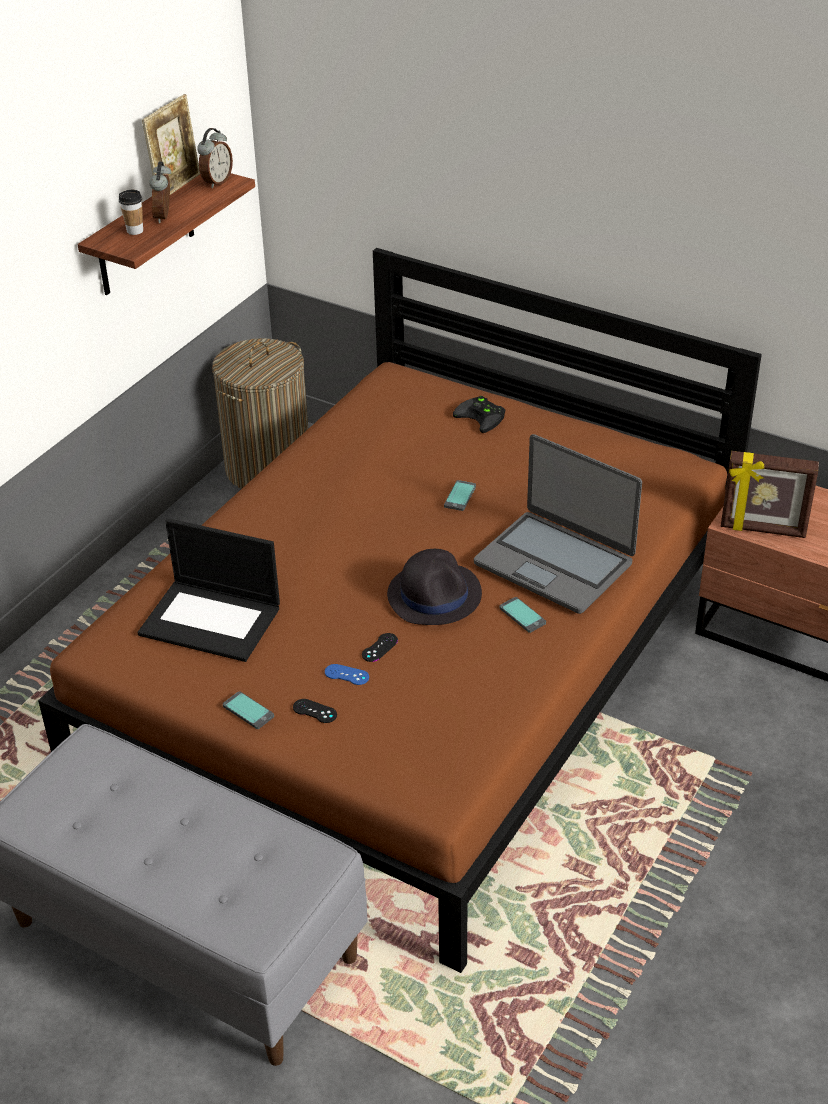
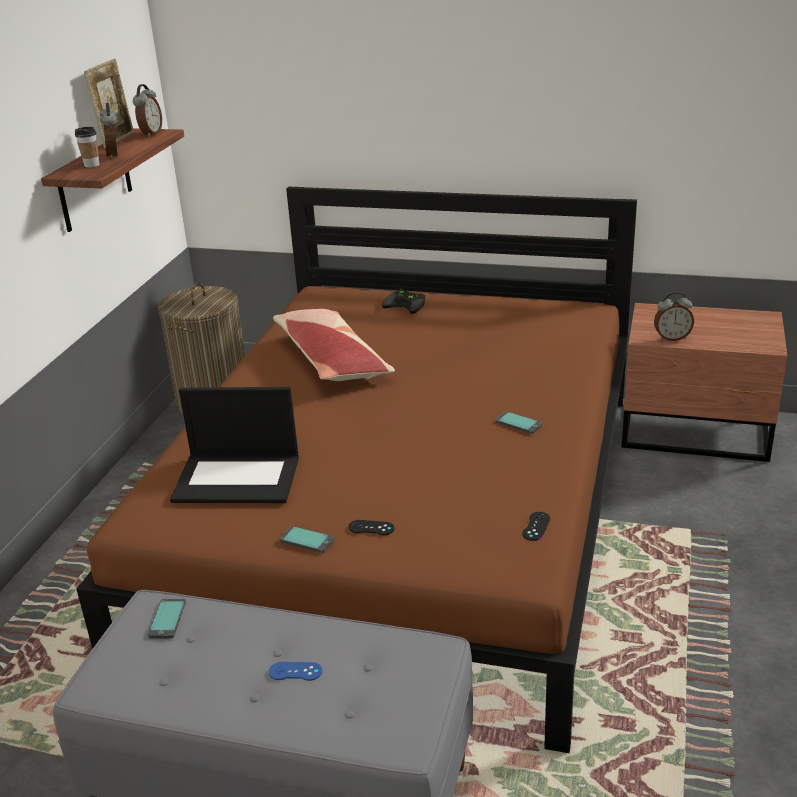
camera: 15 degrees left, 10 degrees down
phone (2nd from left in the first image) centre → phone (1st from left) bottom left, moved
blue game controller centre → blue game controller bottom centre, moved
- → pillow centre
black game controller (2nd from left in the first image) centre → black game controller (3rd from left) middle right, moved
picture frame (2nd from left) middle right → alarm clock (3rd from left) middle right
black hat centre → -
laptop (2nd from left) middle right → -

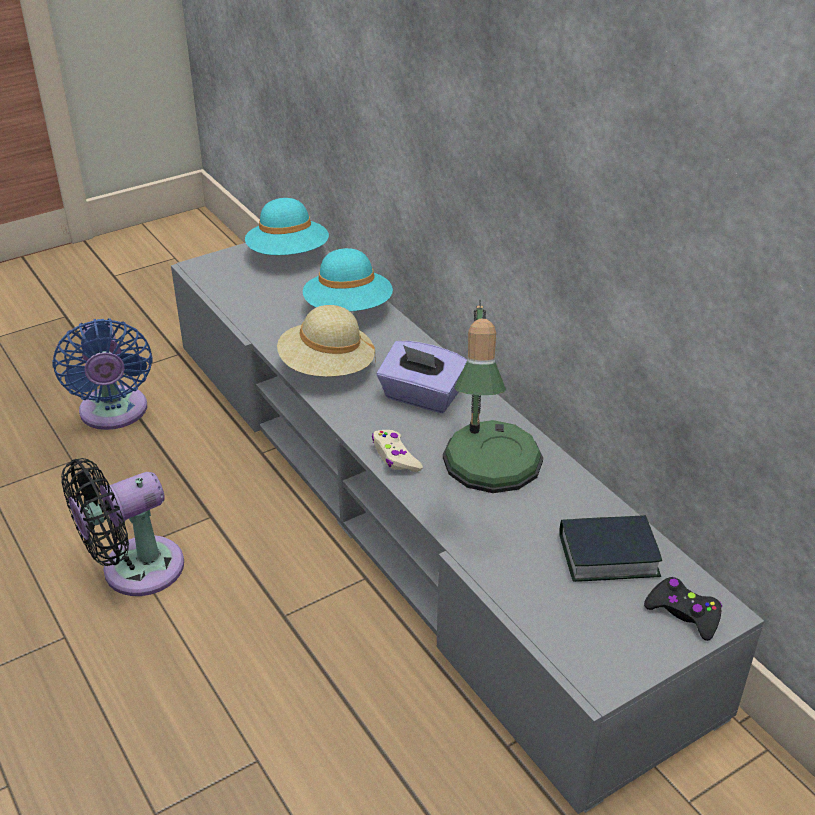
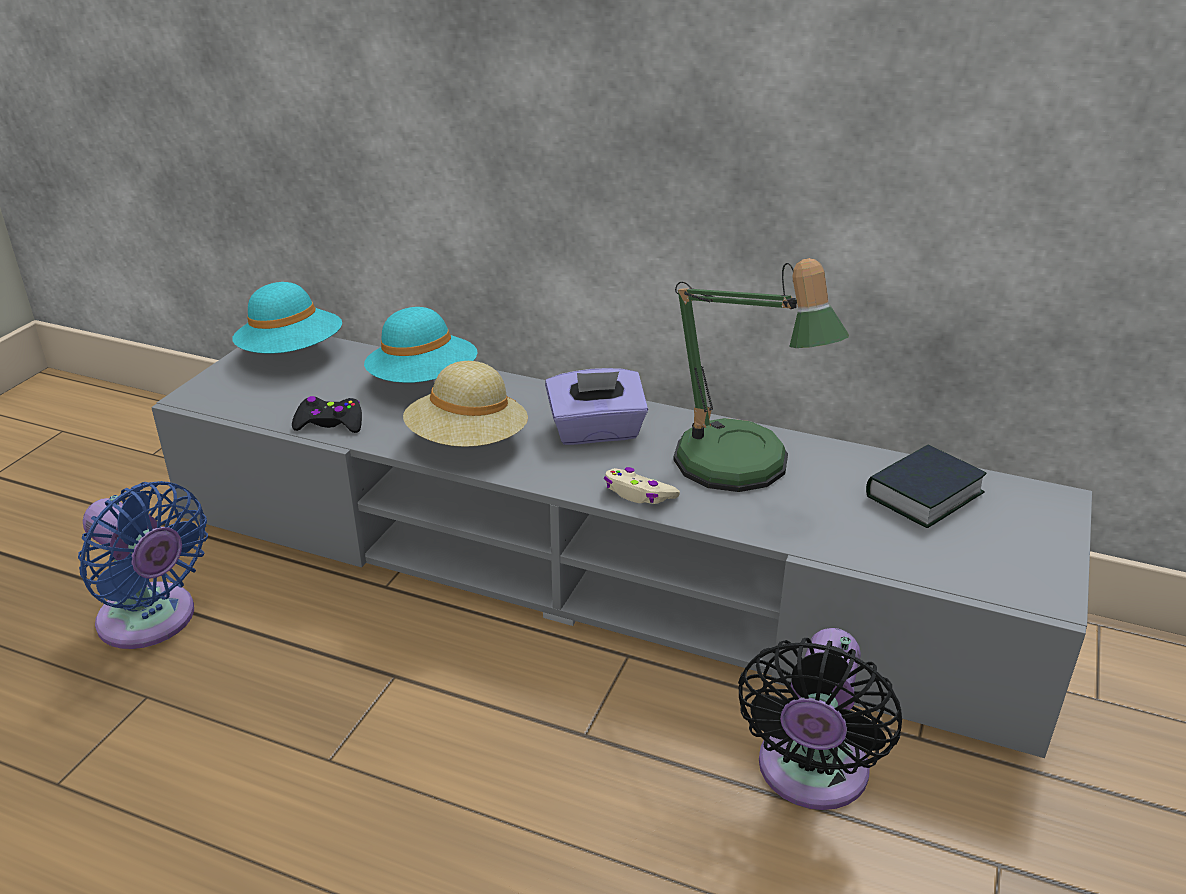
camera: 35 degrees left, 5 degrees down
black game controller bottom right → black game controller middle left, moved
black fan middle left → black fan bottom right, moved

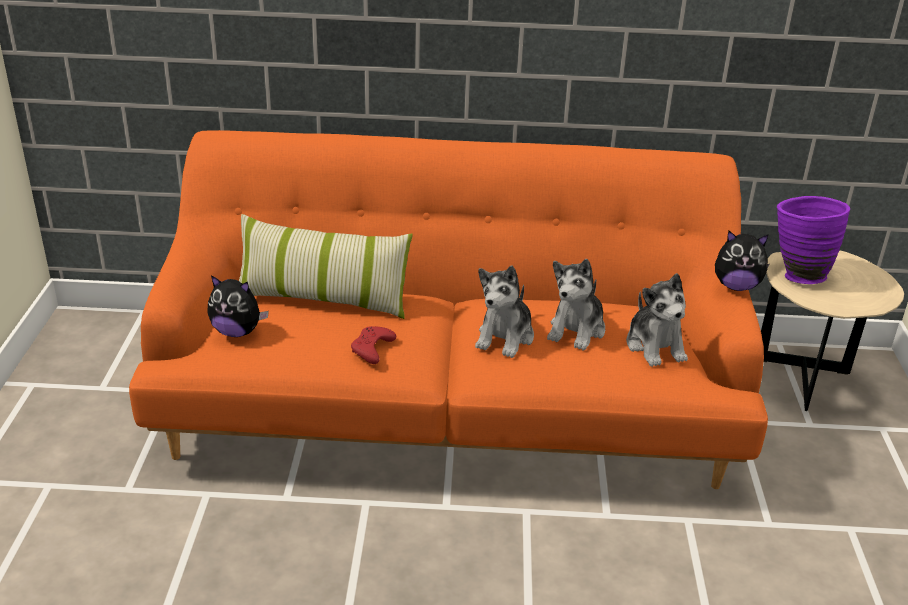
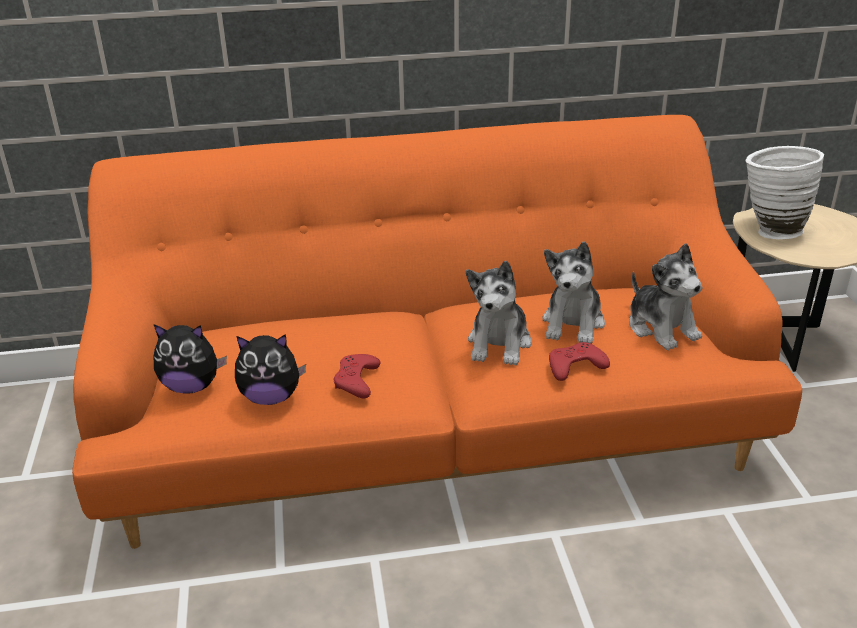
camera: 10 degrees left, 0 degrees up
plush toy (5th from left in the first image) middle right → plush toy (2nd from left) middle left, moved
- → red game controller (2nd from left) middle right
purple vase middle right → white vase top right
pillow centre → -

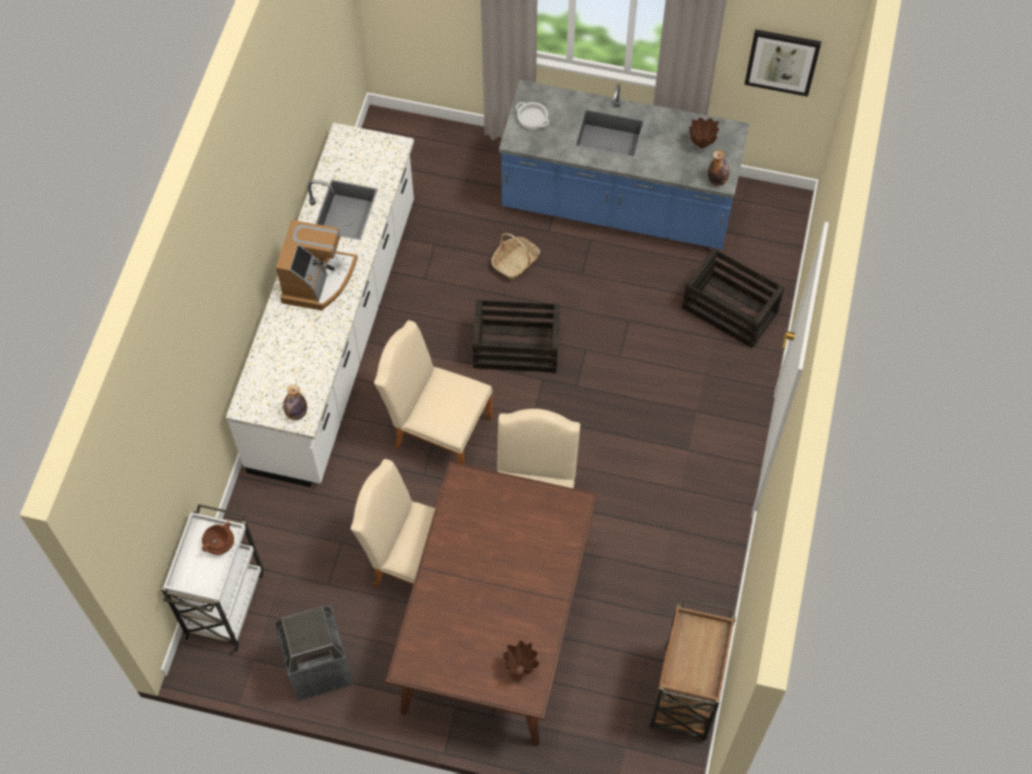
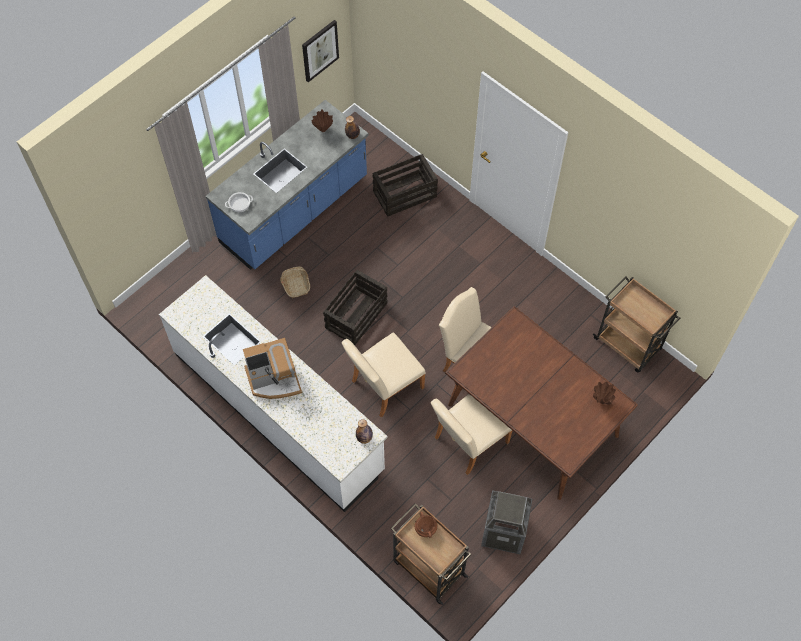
camera: 60 degrees left, 0 degrees up
coffee machine middle left → coffee machine centre, 120 degrees clockwise
white cart bottom left → brown cart (1st from left) bottom centre

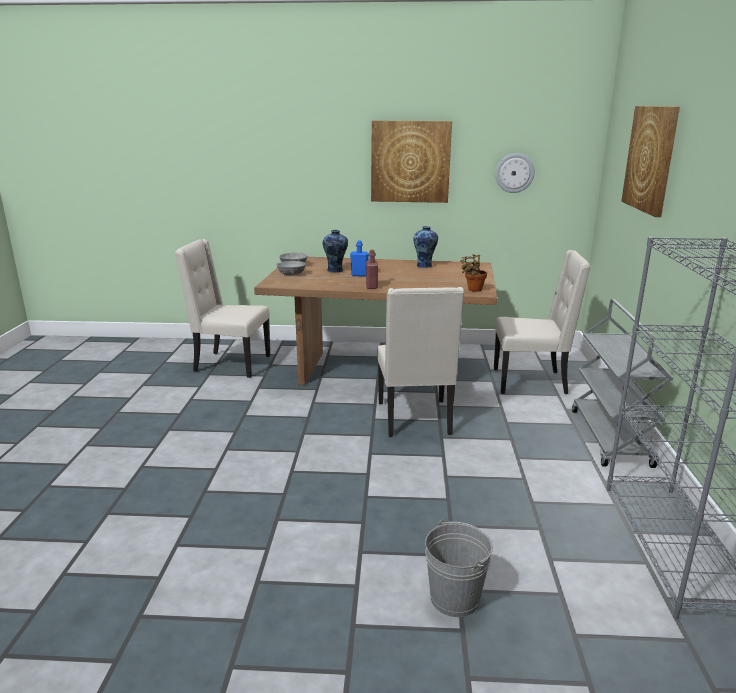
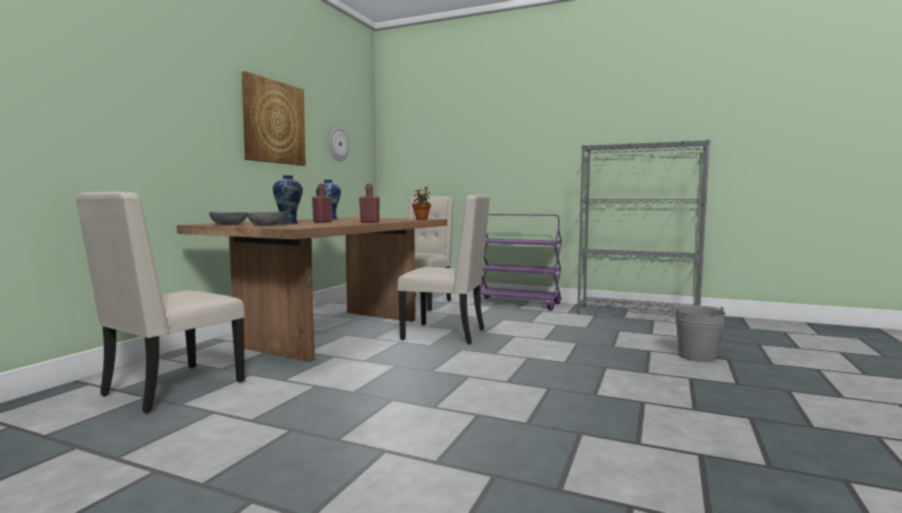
camera: 70 degrees left, 15 degrees down
blue bottle centre → red bottle (1st from left) centre
grey cart middle right → purple cart centre
picture (2nd from left) top right → -

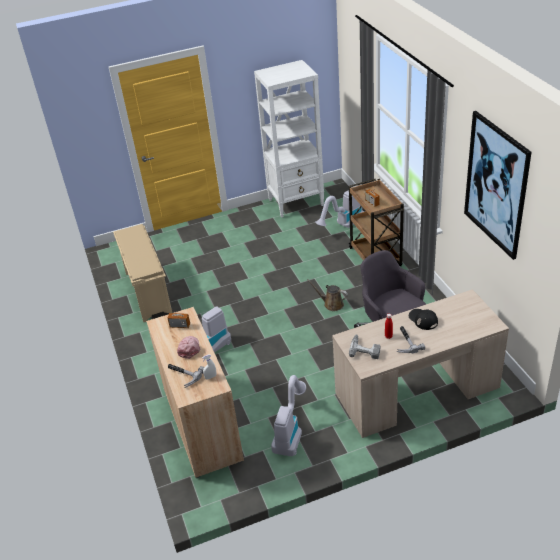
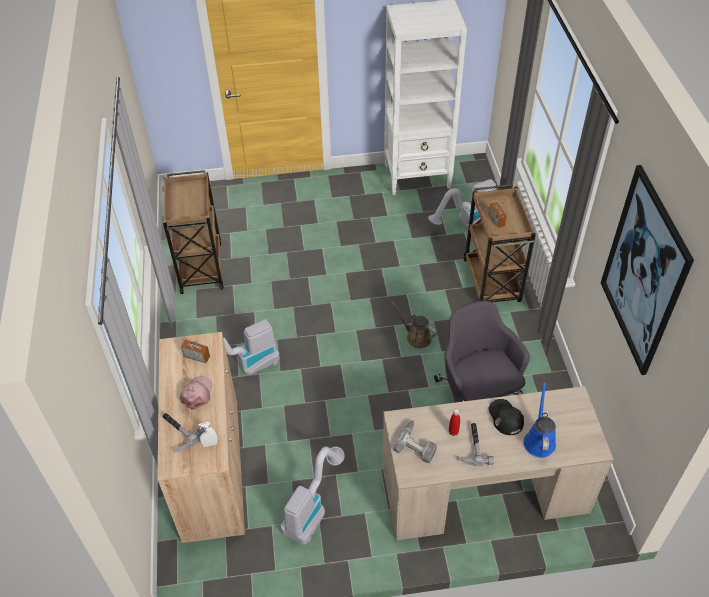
camera: 10 degrees right, 10 degrees up
beige shoe rack middle left → brown cart (1st from left) middle left
- → blue watering can bottom right

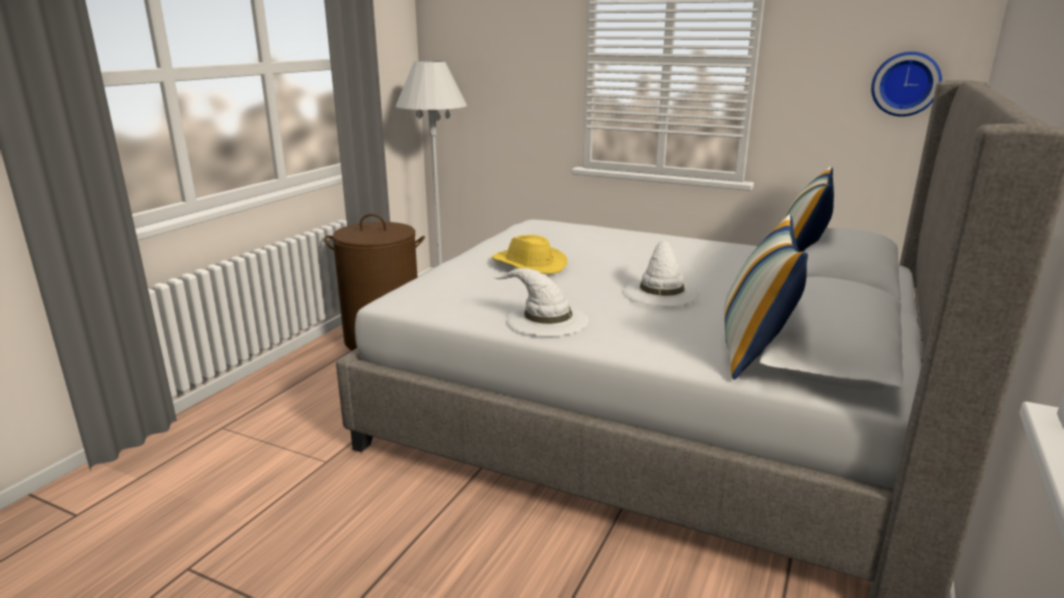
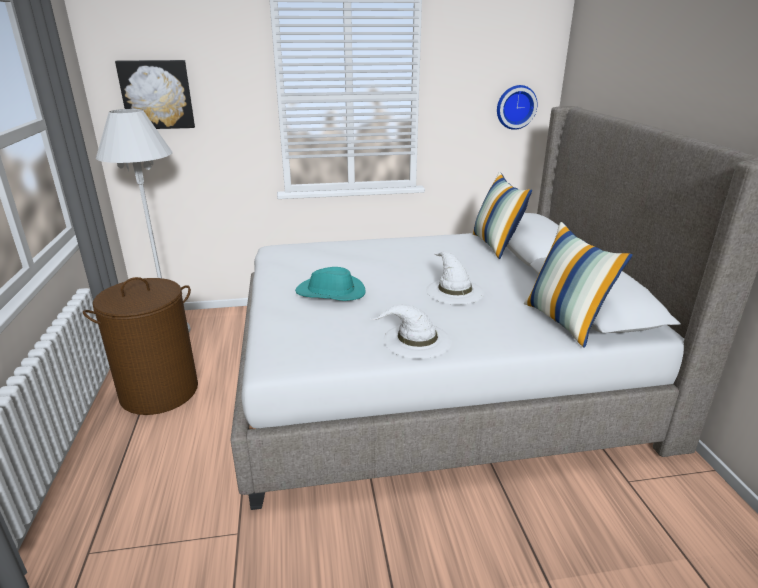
camera: 35 degrees left, 5 degrees up
- → picture top left
yellow hat centre → turquoise hat centre

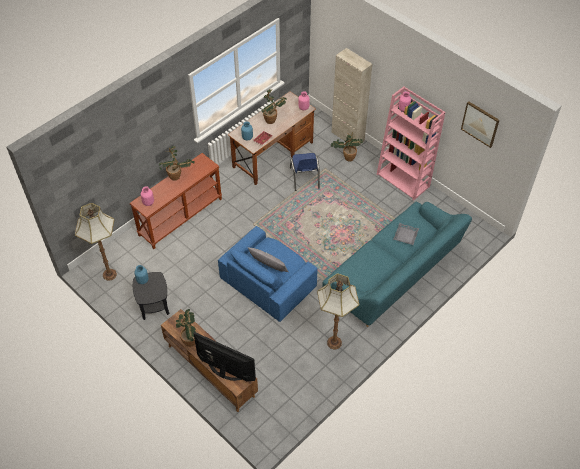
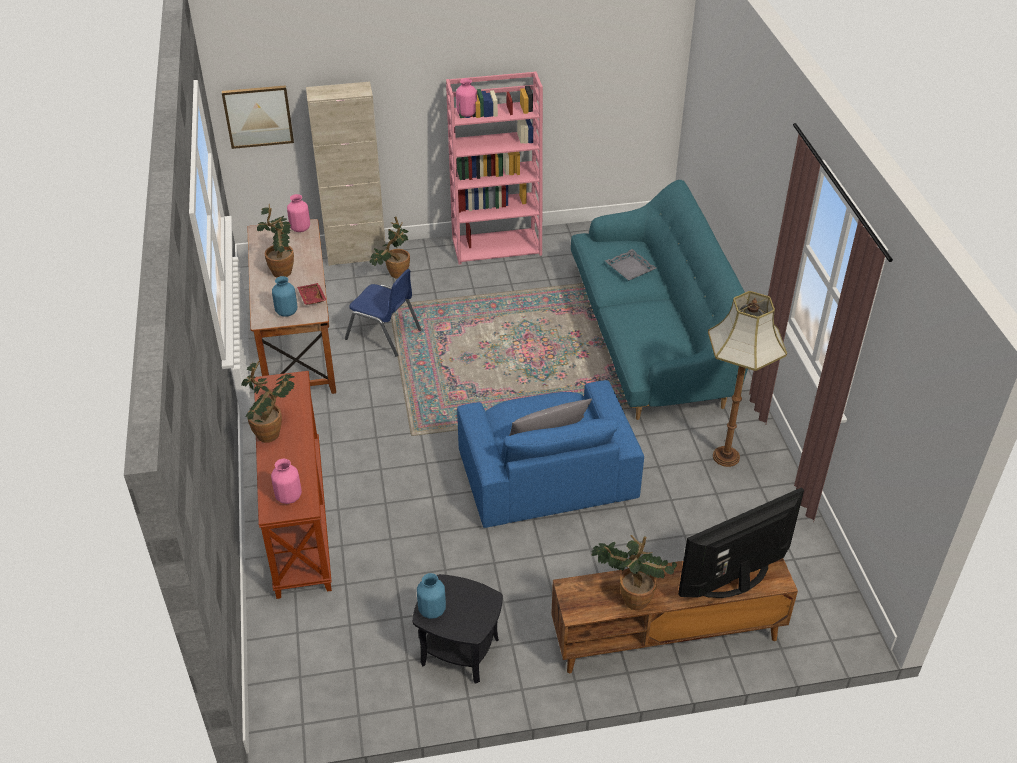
camera: 55 degrees left, 10 degrees down
picture top right → picture top left, moved
floor lamp (1st from left) middle left → -

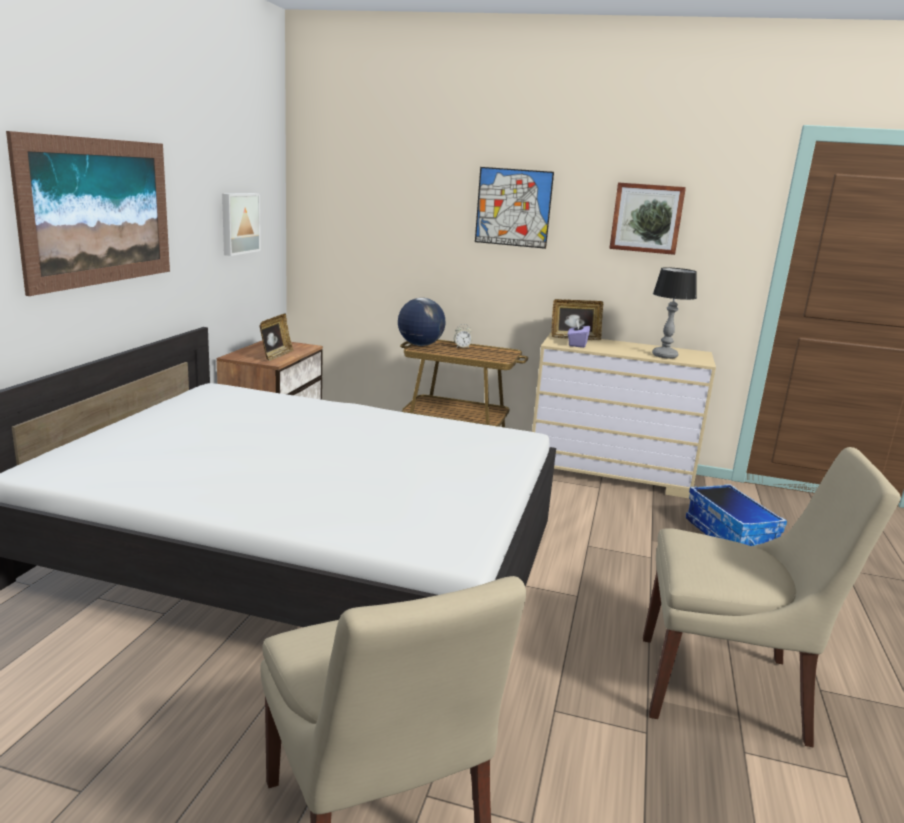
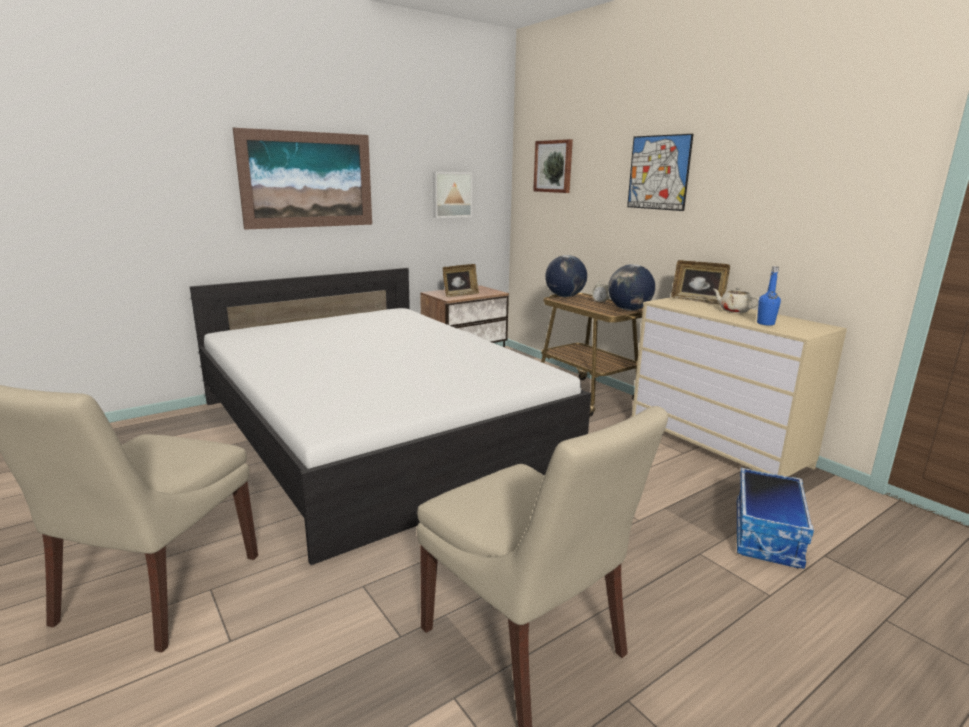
camera: 40 degrees right, 0 degrees up
picture (4th from left in the first image) top right → picture (3rd from left) top centre, moved
- → globe (2nd from left) centre
- → beige teapot middle right
table lamp middle right → blue bottle middle right
purple tissue box centre → -

